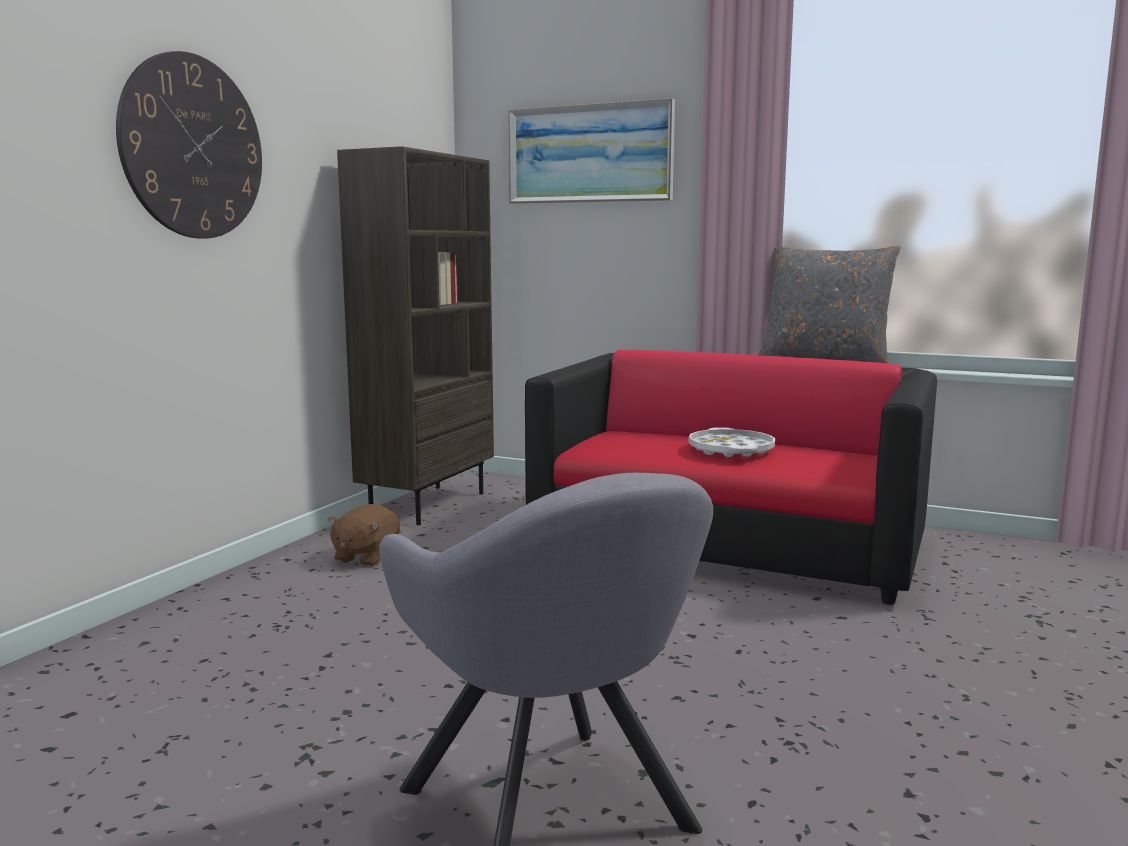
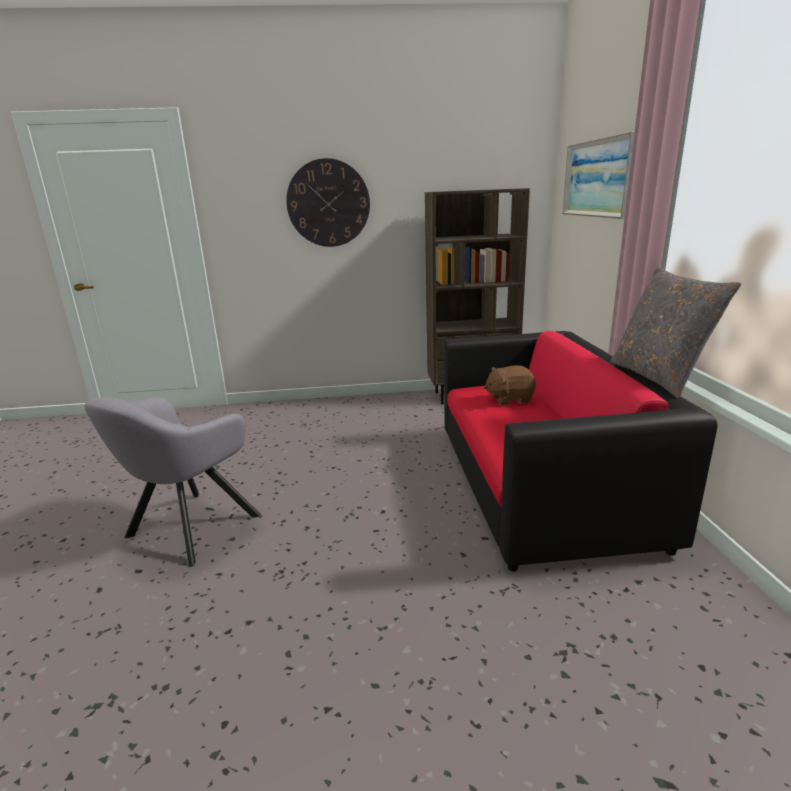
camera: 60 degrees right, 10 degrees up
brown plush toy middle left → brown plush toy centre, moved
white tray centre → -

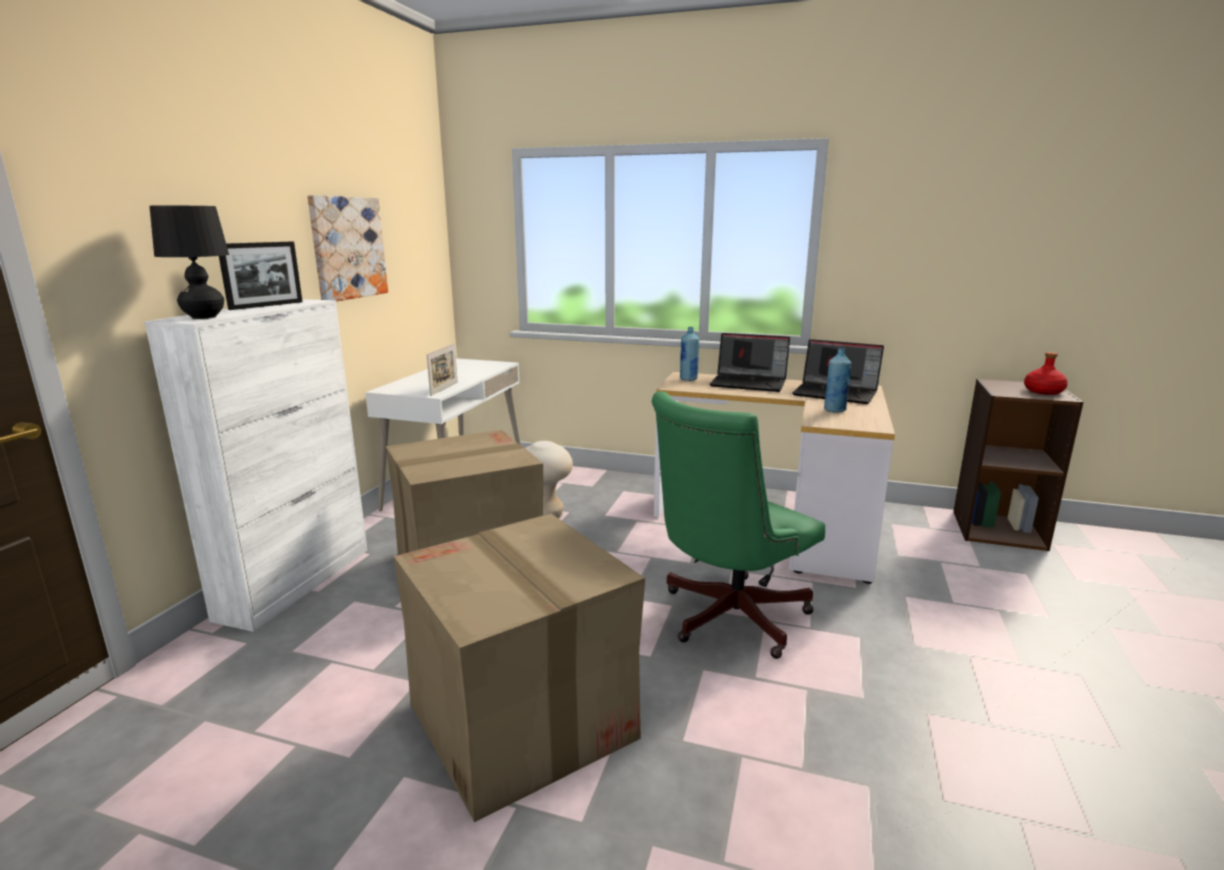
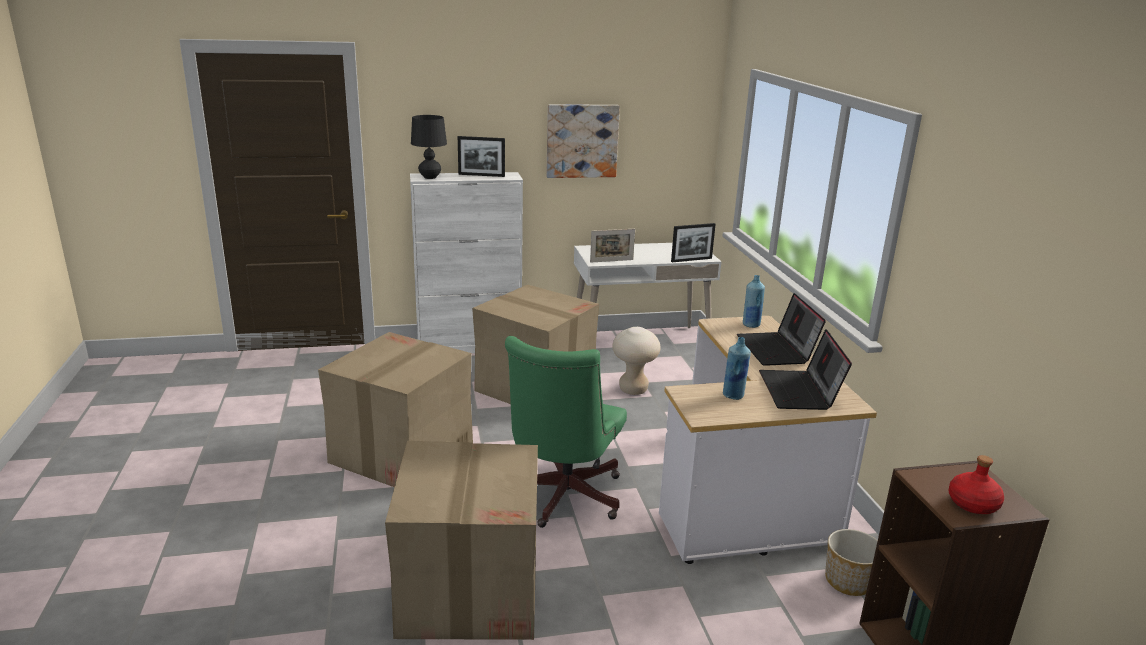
camera: 60 degrees right, 5 degrees up
- → cardboard box (2nd from left) bottom centre
green office chair centre → green office chair bottom centre, 90 degrees counterclockwise
- → picture frame (3rd from left) centre
- → planter bottom right

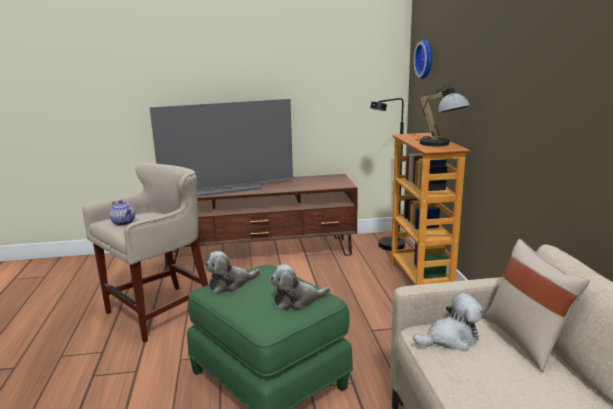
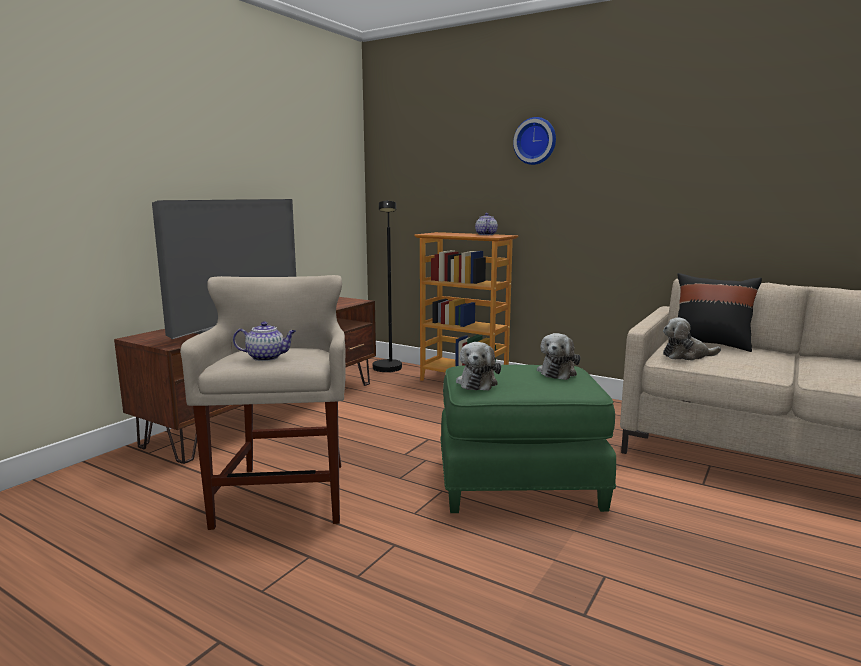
camera: 50 degrees left, 5 degrees down
table lamp top right → teapot (2nd from left) centre
wall clock top right → wall clock top centre, moved
plush toy (3rd from left) bottom right → plush toy (3rd from left) middle right, 120 degrees counterclockwise
beige pillow bottom right → black pillow middle right

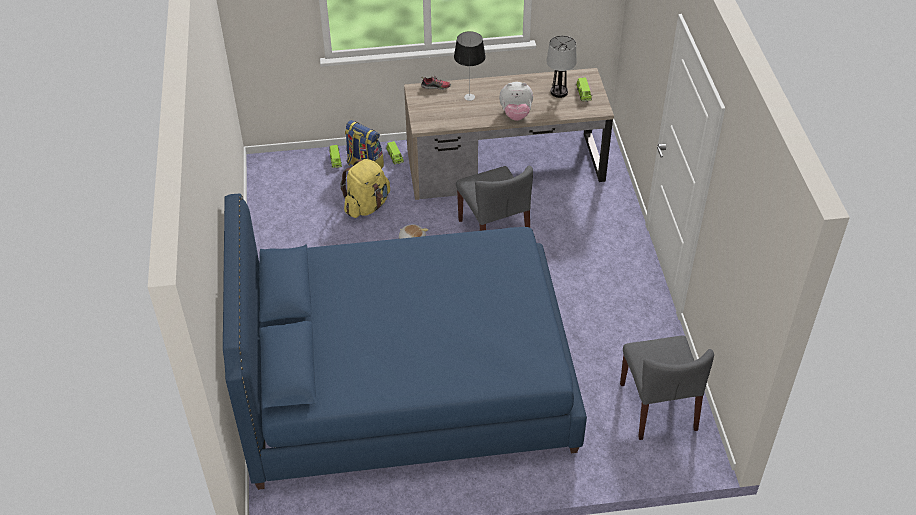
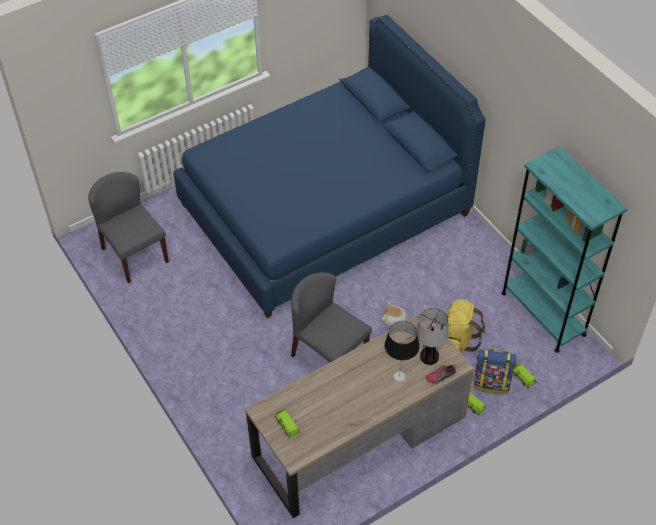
camera: 155 degrees right, 5 degrees up
table lamp (2nd from left) top centre → table lamp (2nd from left) centre, moved
- → turquoise bookcase middle right
plush toy (2nd from left) top centre → -

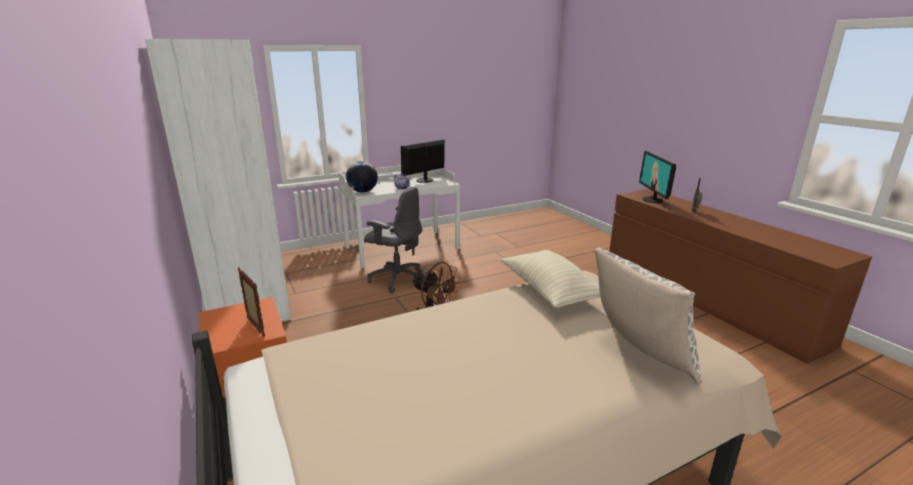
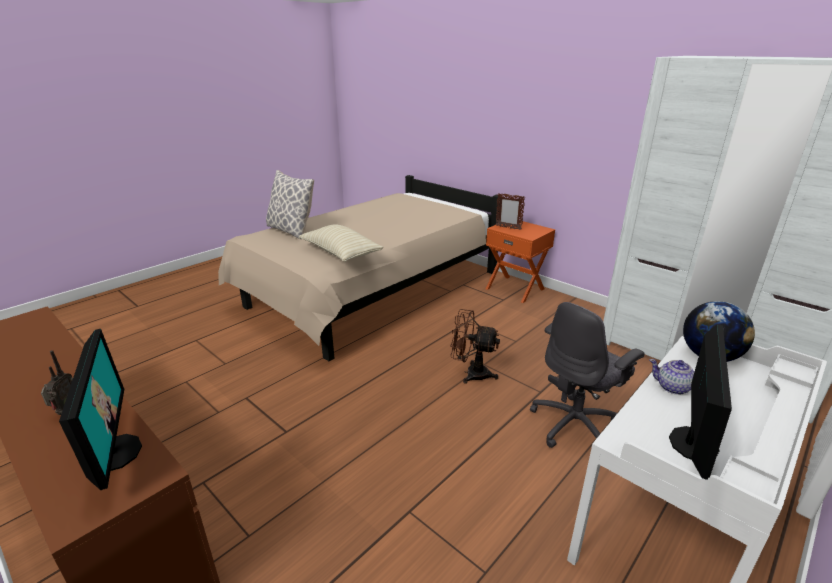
camera: 160 degrees right, 5 degrees up
grey office chair centre → grey office chair middle right, 45 degrees counterclockwise

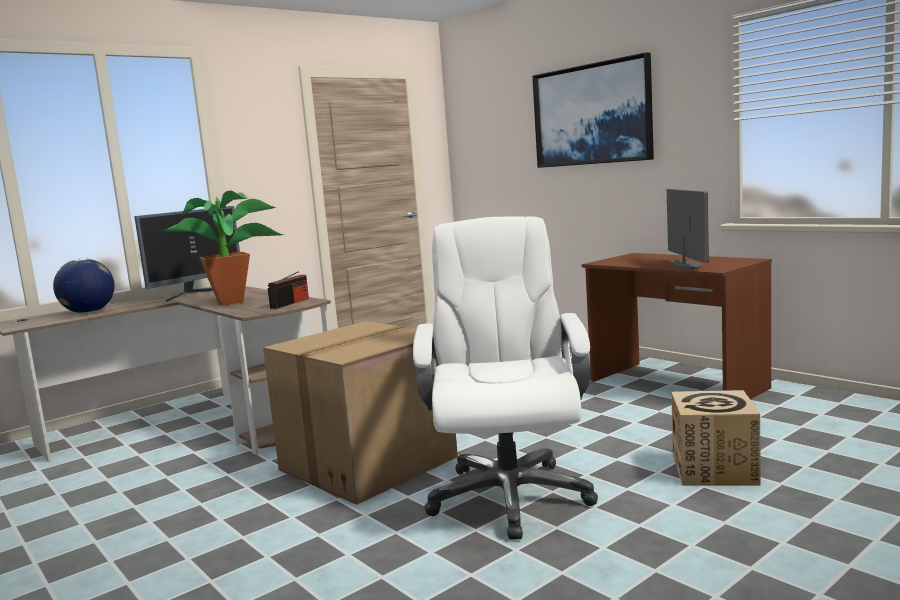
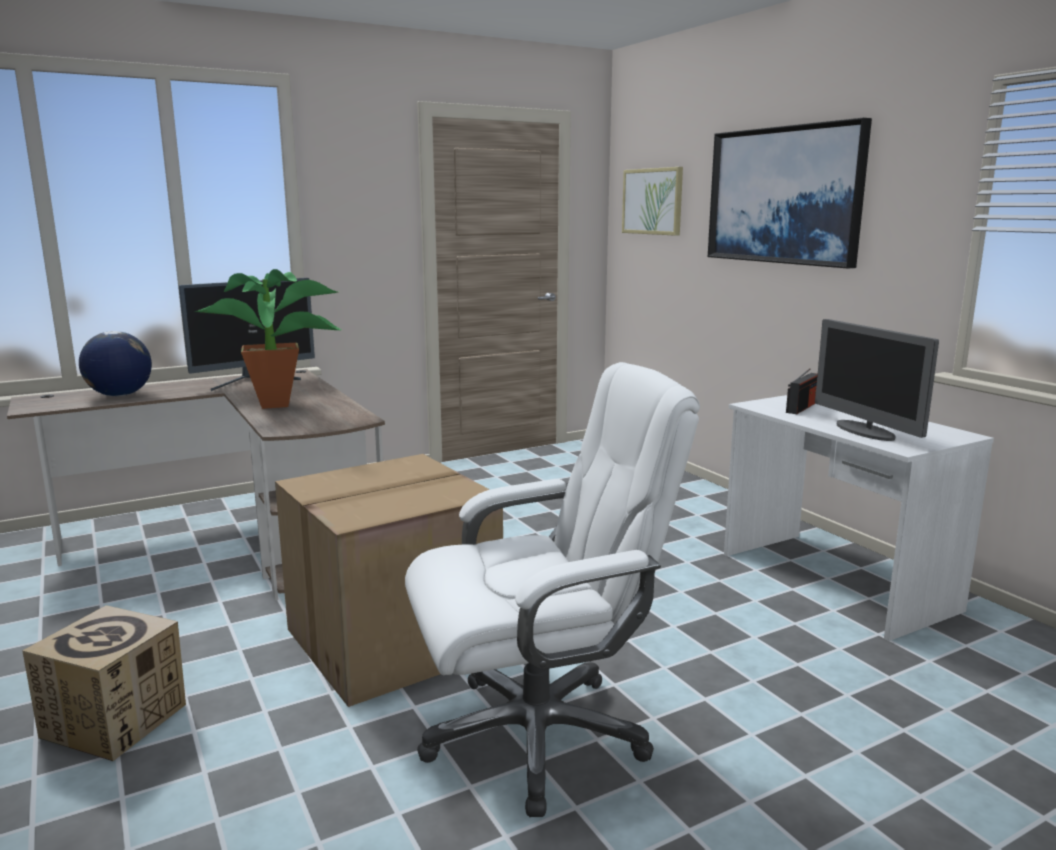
camera: 10 degrees right, 5 degrees up
cardboard box (2nd from left in the first image) bottom right → cardboard box (1st from left) bottom left, moved
white office chair centre → white office chair bottom centre, 60 degrees clockwise
- → picture (1st from left) top centre
brown desk (2nd from left) middle right → white desk middle right
radio middle left → radio middle right, moved
monitor (2nd from left) middle right, 150 degrees clockwise

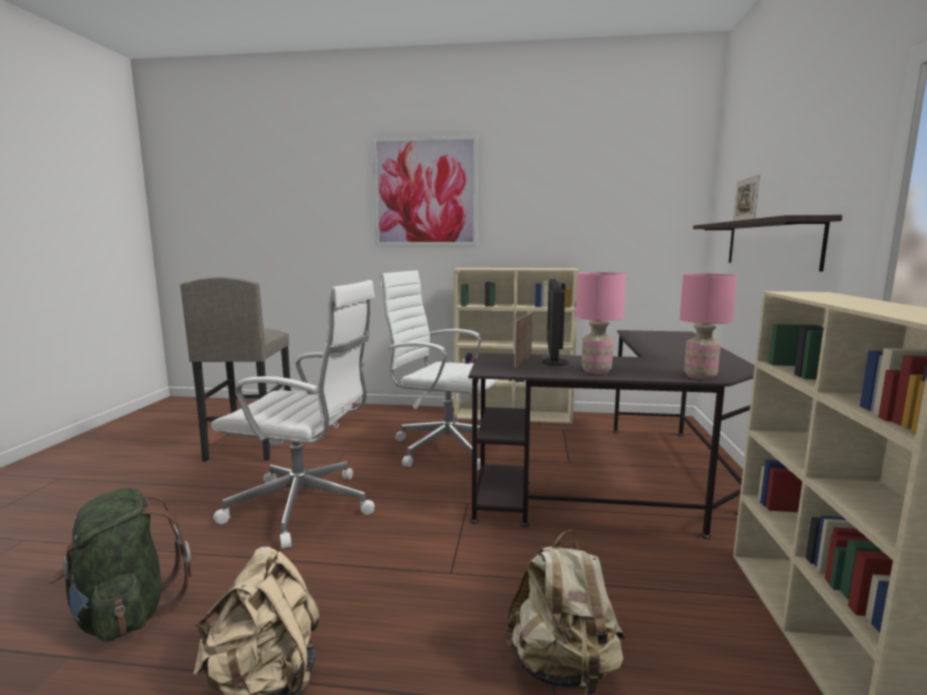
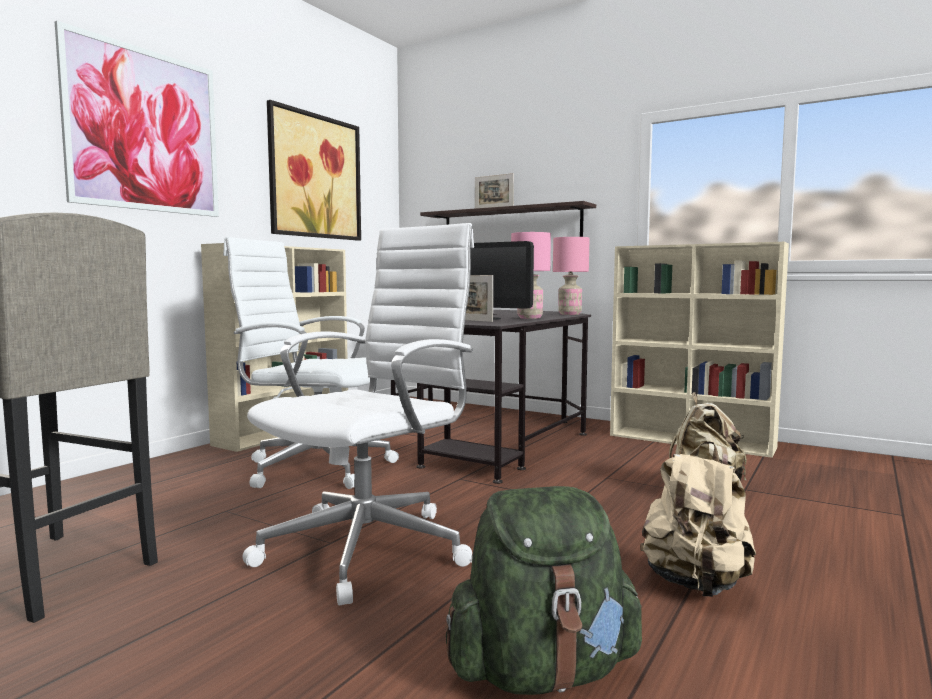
camera: 65 degrees left, 5 degrees down
white office chair (2nd from left in the first image) centre → white office chair (1st from left) centre, 60 degrees clockwise
- → picture (2nd from left) top centre

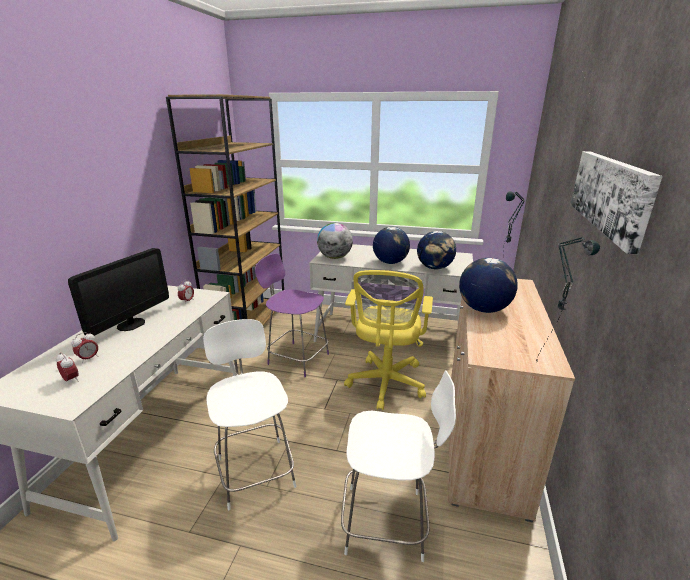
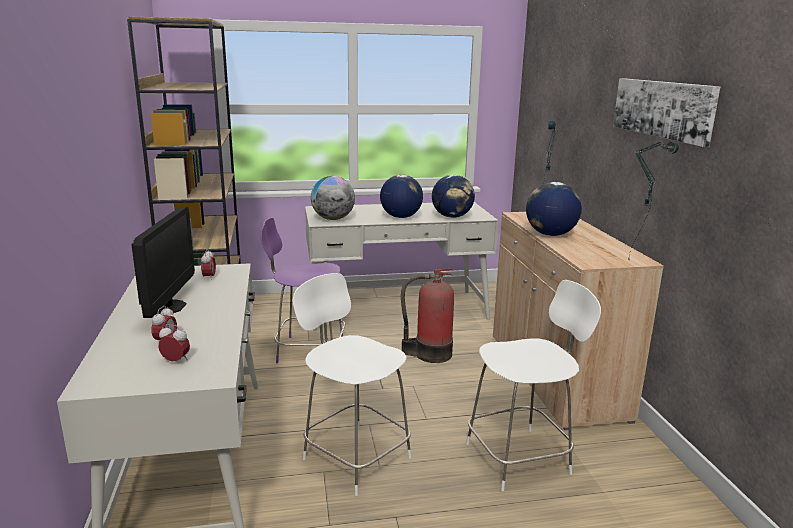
camera: 25 degrees left, 5 degrees down
yellow office chair centre → fire extinguisher centre

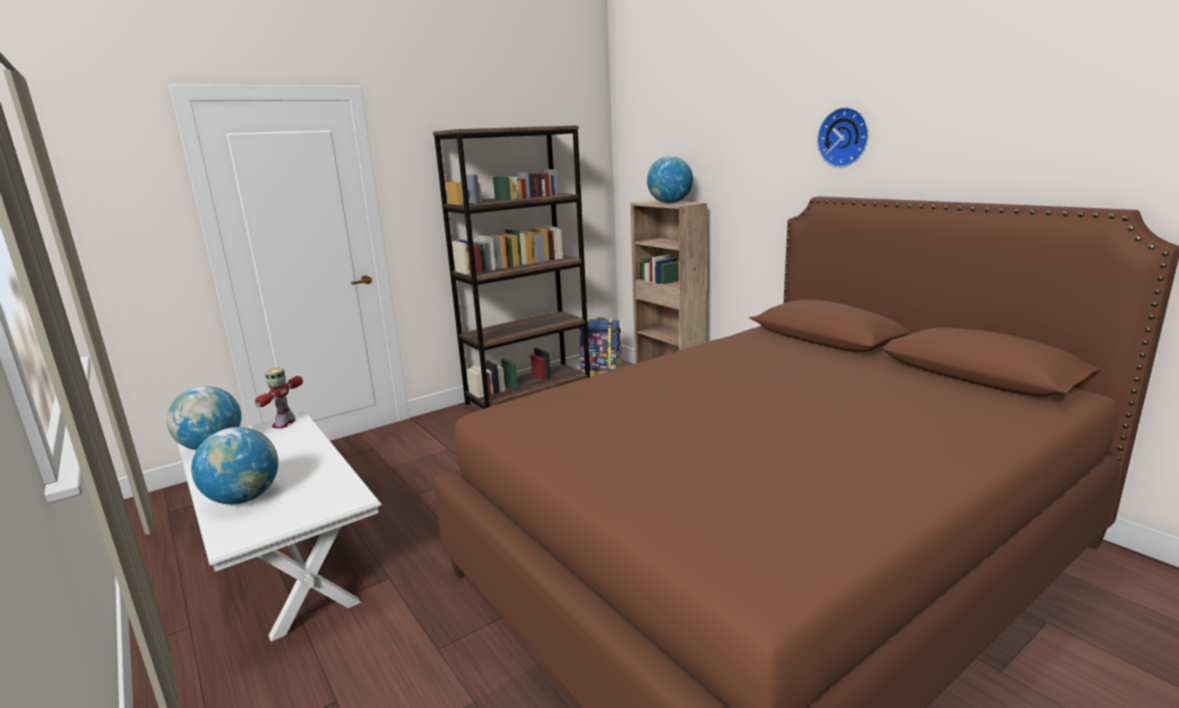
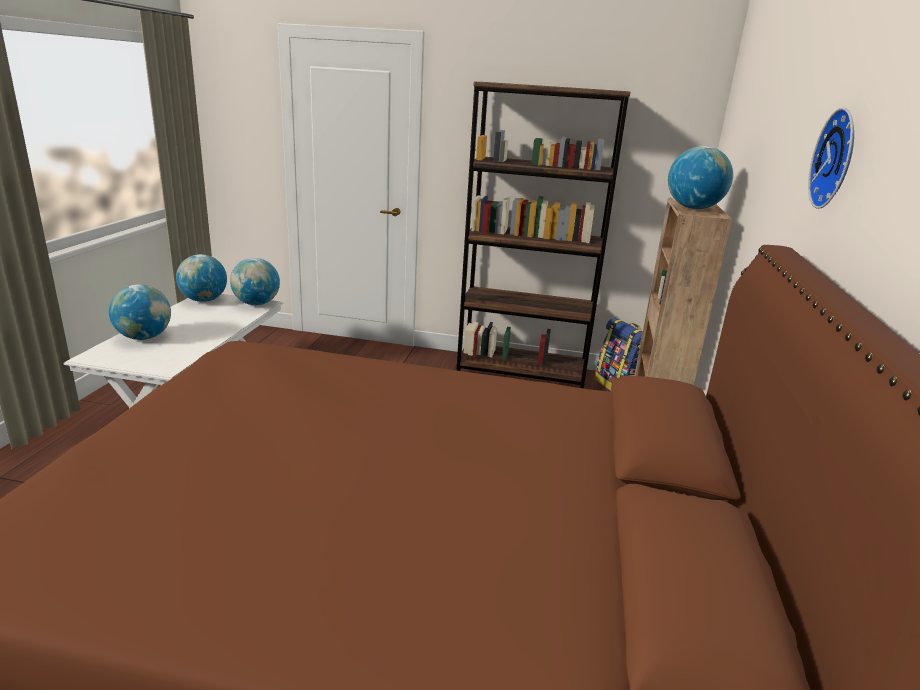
camera: 45 degrees right, 5 degrees up
toy robot middle left → globe (3rd from left) middle left

